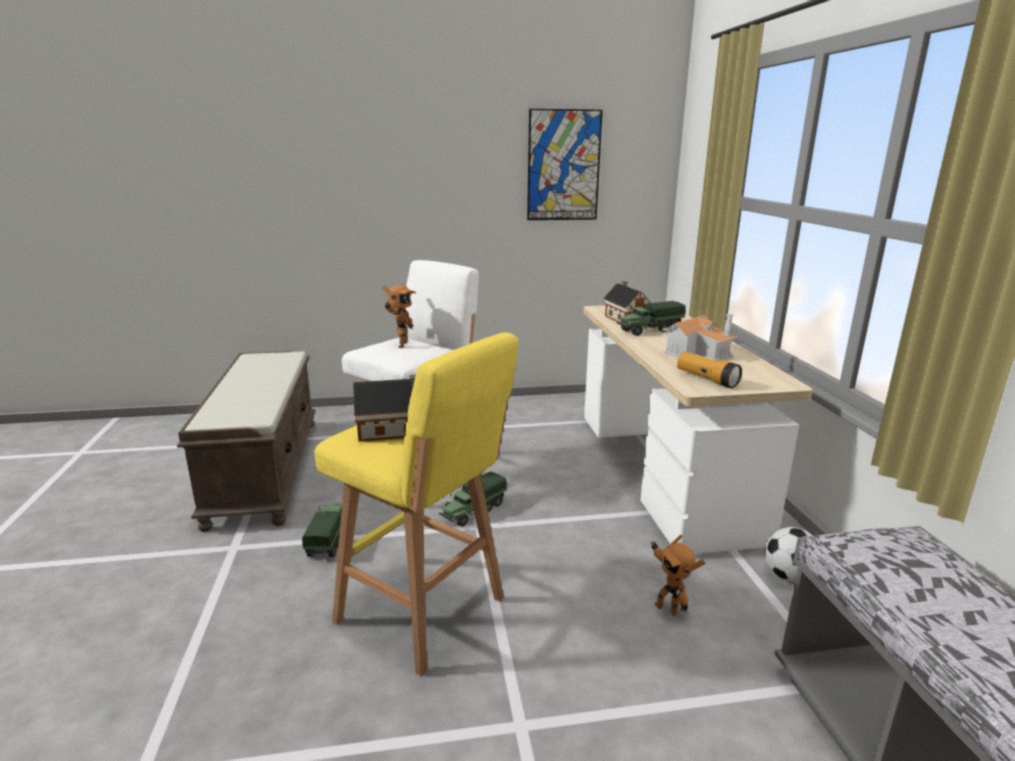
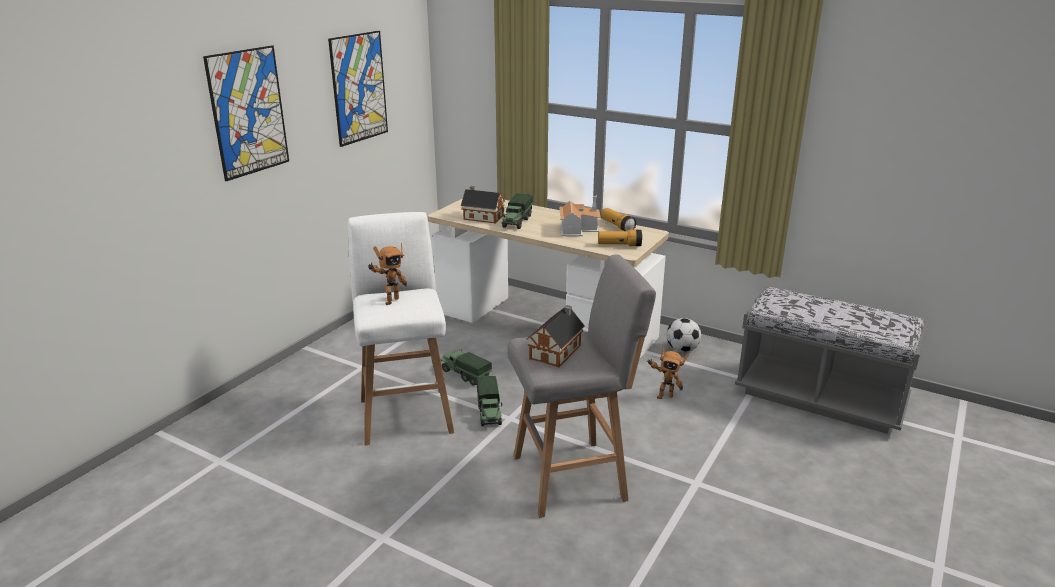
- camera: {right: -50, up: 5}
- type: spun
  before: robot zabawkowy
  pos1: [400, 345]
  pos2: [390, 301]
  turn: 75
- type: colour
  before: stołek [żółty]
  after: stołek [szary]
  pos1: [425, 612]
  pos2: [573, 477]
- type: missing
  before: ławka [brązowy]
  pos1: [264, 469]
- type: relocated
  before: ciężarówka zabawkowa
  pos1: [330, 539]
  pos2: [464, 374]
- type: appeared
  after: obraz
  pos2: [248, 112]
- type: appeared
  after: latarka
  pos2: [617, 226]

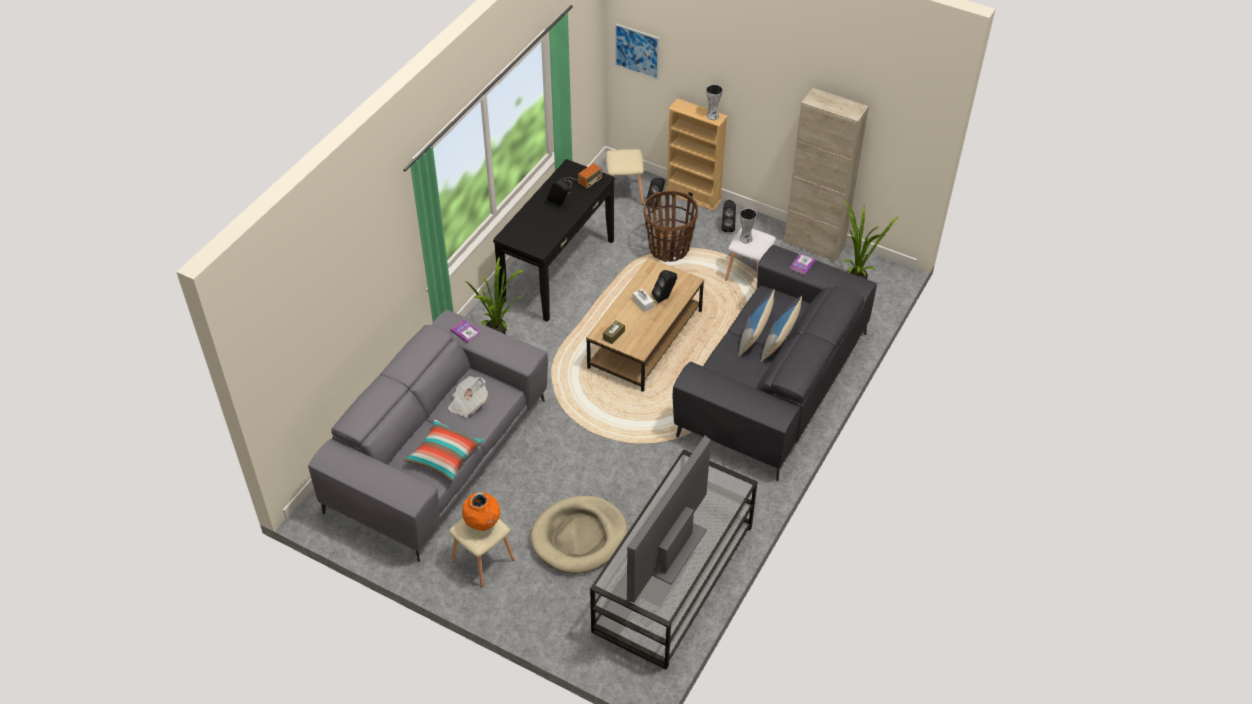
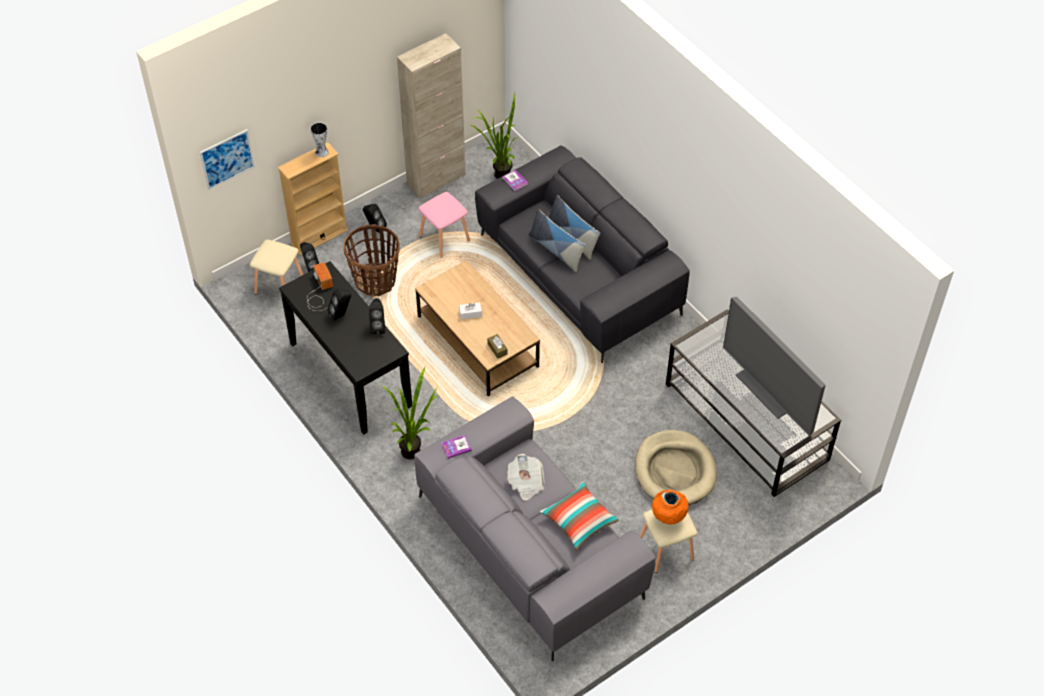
- camera: {right: -65, up: 5}
- type: missing
  before: wazon
  pos1: [745, 239]
- type: colour
  before: stołek [biały]
  after: stołek [różowy]
  pos1: [749, 275]
  pos2: [445, 239]
- type: relocated
  before: głośnik [czarny]
  pos1: [664, 298]
  pos2: [378, 326]

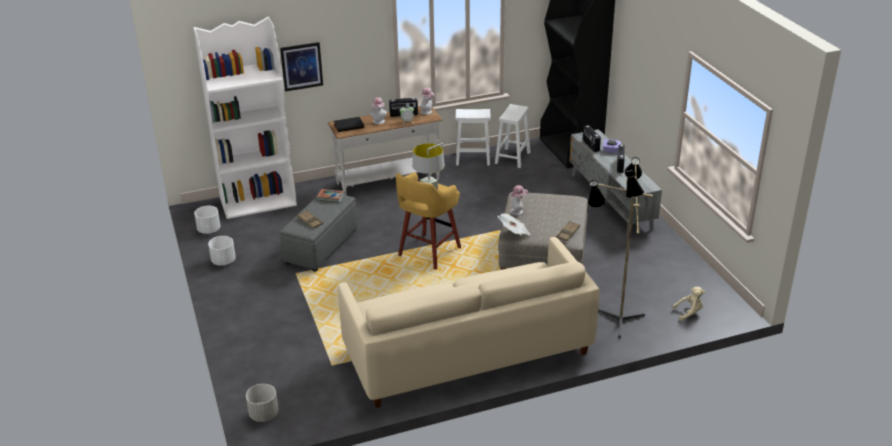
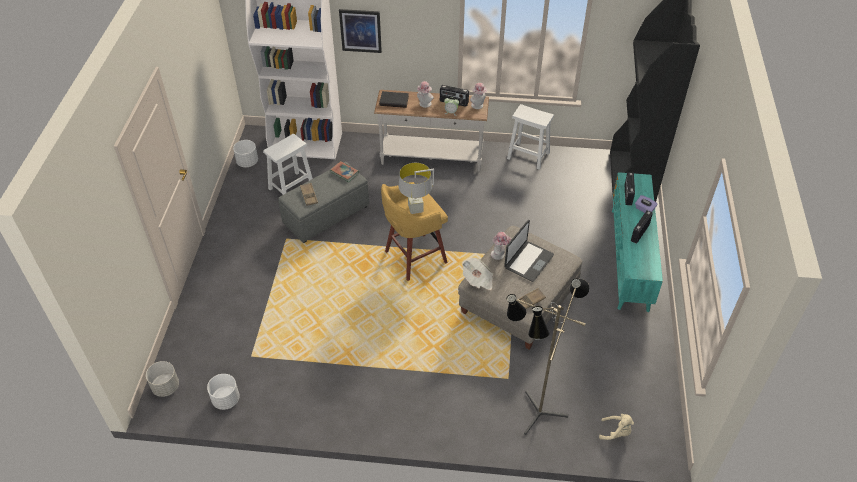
- camera: {right: 25, up: 15}
- type: relocated
  before: stołek [biały]
  pos1: [512, 157]
  pos2: [292, 187]
- type: colour
  before: szafka pod telewizor [szary]
  after: szafka pod telewizor [turkusowy]
  pos1: [611, 202]
  pos2: [630, 259]
- type: relocated
  before: donica [biały]
  pos1: [223, 261]
  pos2: [226, 399]
- type: missing
  before: kanapa [beżowy]
  pos1: [467, 351]
- type: appeared
  after: laptop
  pos2: [528, 261]

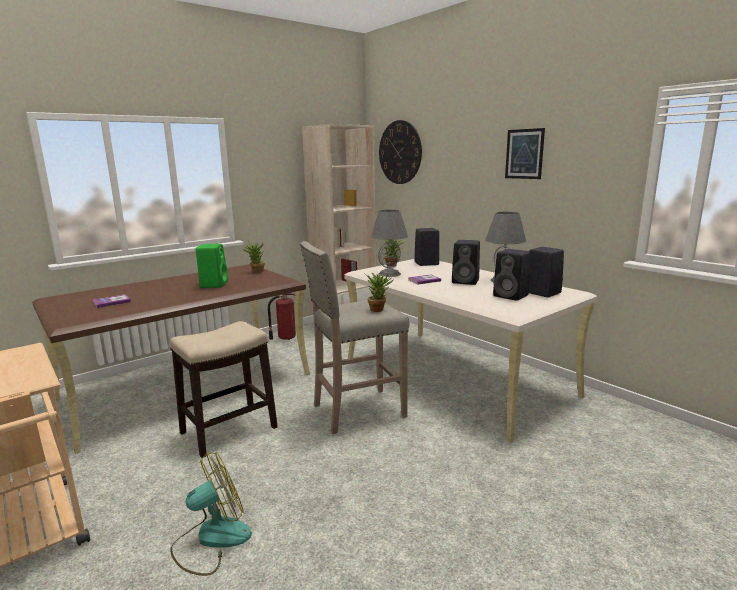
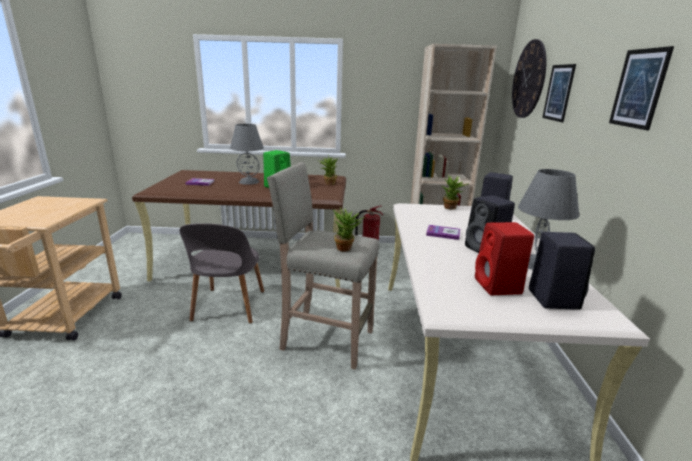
- camera: {right: 40, up: 5}
- type: relocated
  before: lampa stołowa [szary]
  pos1: [389, 274]
  pos2: [249, 181]
- type: colour
  before: głośnik [czarny]
  after: głośnik [czerwony]
  pos1: [512, 296]
  pos2: [498, 287]
- type: exchanged
  before: stołek
  after: krzesło [szary]
  pos1: [228, 430]
  pos2: [228, 307]
- type: missing
  before: wentylator
  pos1: [211, 539]
- type: appeared
  after: obraz
  pos2: [558, 93]

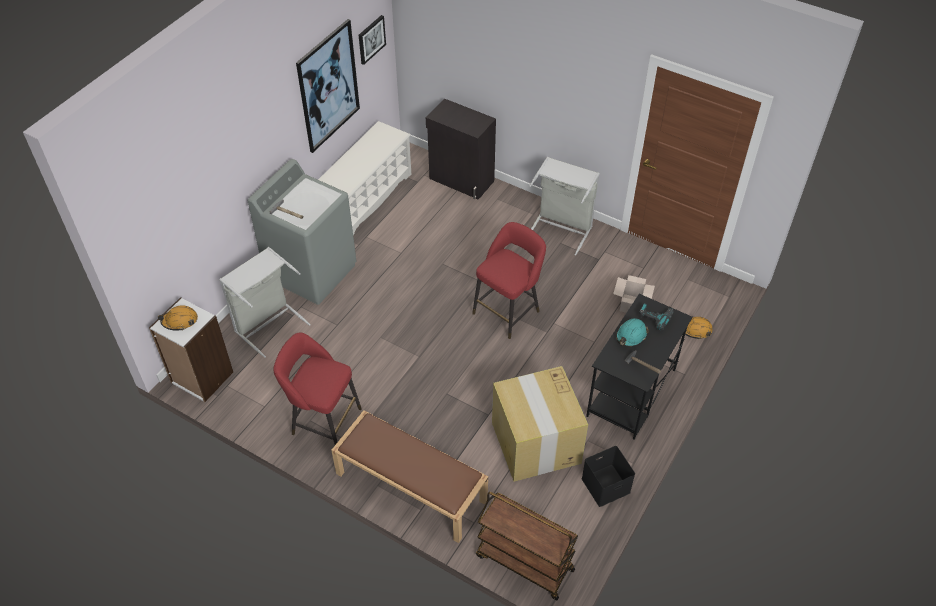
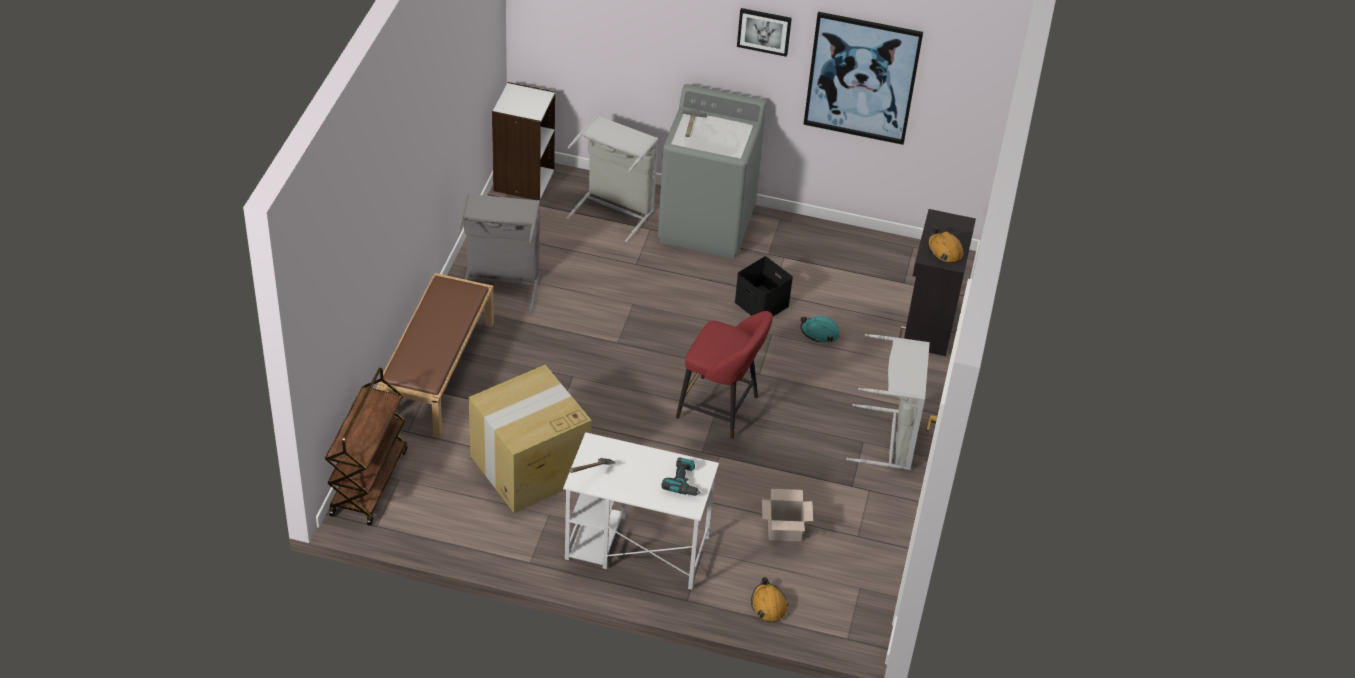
- camera: {right: 70, up: -5}
- type: relocated
  before: obraz
  pos1: [371, 39]
  pos2: [764, 31]
- type: missing
  before: regał na buty [biały]
  pos1: [365, 199]
- type: colour
  before: biurko [czarny]
  after: biurko [biały]
  pos1: [631, 393]
  pos2: [636, 548]
- type: relocated
  before: kask [pomarańczowy]
  pos1: [180, 321]
  pos2: [944, 250]
- type: relocated
  before: kask [turkusowy]
  pos1: [631, 336]
  pos2: [819, 333]
- type: exchanged
  before: stołek [czerwony]
  after: kosz na pranie [szary]
  pos1: [323, 420]
  pos2: [501, 284]
- type: relocated
  before: pojemnik do przechowywania [czarny]
  pos1: [606, 484]
  pos2: [763, 304]

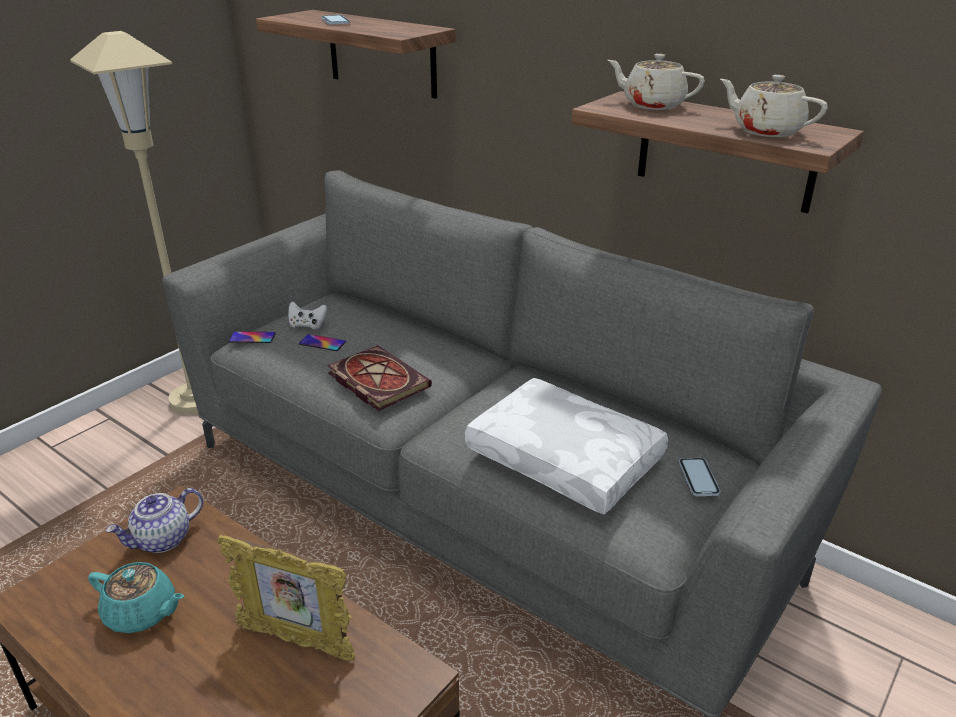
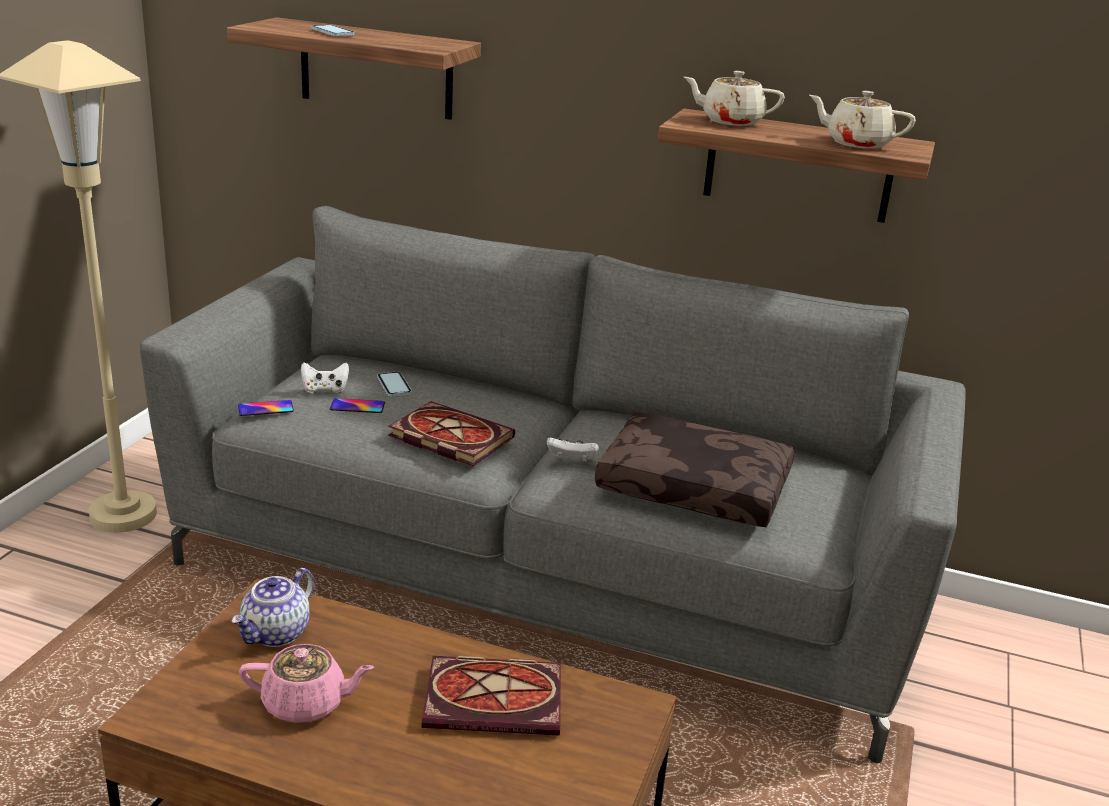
- camera: {right: -20, up: -5}
- type: colour
  before: poduszka [biały]
  after: poduszka [brązowy]
  pos1: [567, 458]
  pos2: [695, 487]
- type: relocated
  before: telefon
  pos1: [698, 478]
  pos2: [394, 386]
- type: exchanged
  before: ramka na zdjęcie
  after: książka
  pos1: [296, 641]
  pos2: [497, 699]
- type: colour
  before: imbryk [turkusowy]
  after: imbryk [różowy]
  pos1: [142, 613]
  pos2: [306, 704]
- type: appeared
  after: pad do gier [biały]
  pos2: [572, 461]

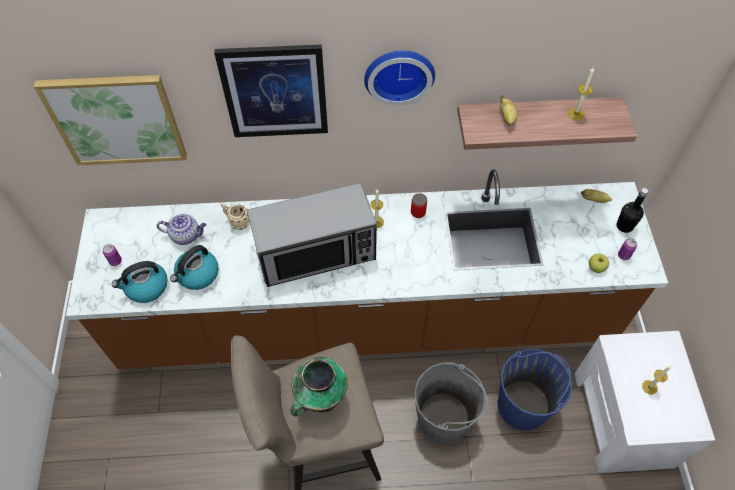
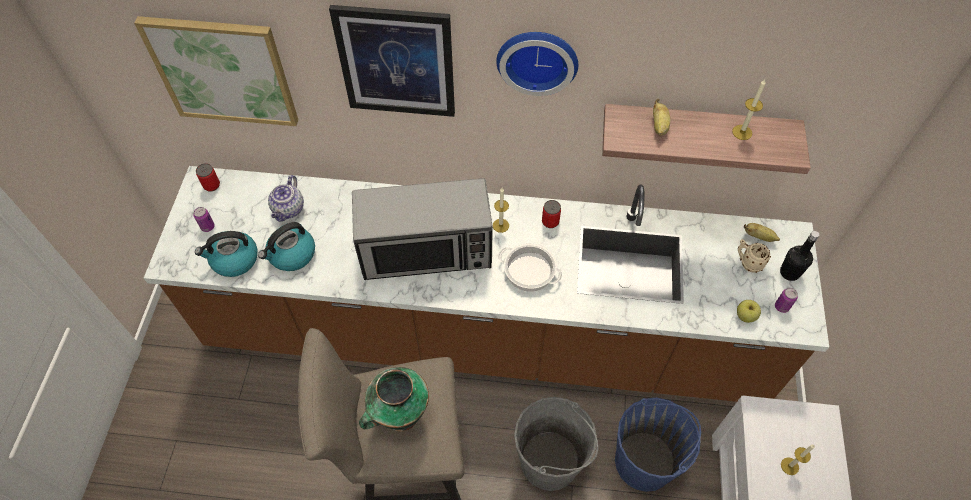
- camera: {right: 10, up: 0}
- type: relocated
  before: kubek [beżowy]
  pos1: [237, 222]
  pos2: [747, 263]
- type: spun
  before: imbryk
  pos1: [186, 235]
  pos2: [289, 210]
  turn: 90
- type: appeared
  after: puszka
  pos2: [211, 185]
- type: appeared
  after: garnek
  pos2: [530, 270]

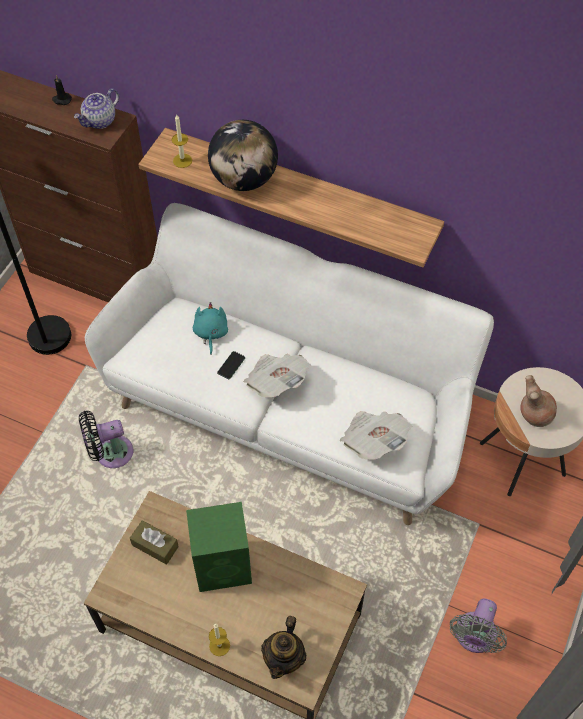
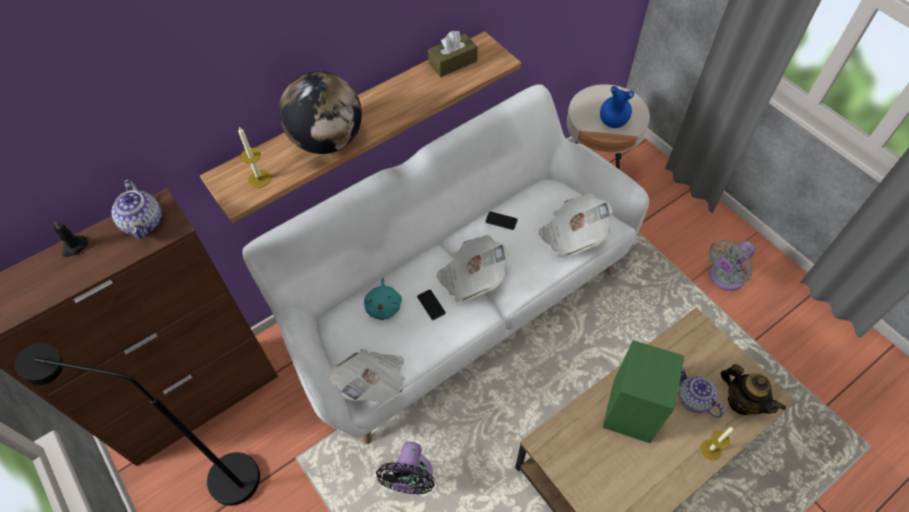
- camera: {right: -60, up: 0}
- type: spun
  before: pluszak [turkusowy]
  pos1: [210, 333]
  pos2: [384, 306]
  turn: -120
- type: colour
  before: wazon [brązowy]
  after: wazon [niebieski]
  pos1: [534, 414]
  pos2: [612, 121]
- type: relocated
  before: pudełko chusteczek [brązowy]
  pos1: [155, 545]
  pos2: [453, 62]
- type: spun
  before: wentylator [szary]
  pos1: [474, 637]
  pos2: [724, 278]
  turn: 90
- type: appeared
  after: telefon
  pos2: [501, 221]
- type: appeared
  after: gazeta
  pos2: [374, 382]
- type: appeared
  after: imbryk
  pos2: [693, 399]

